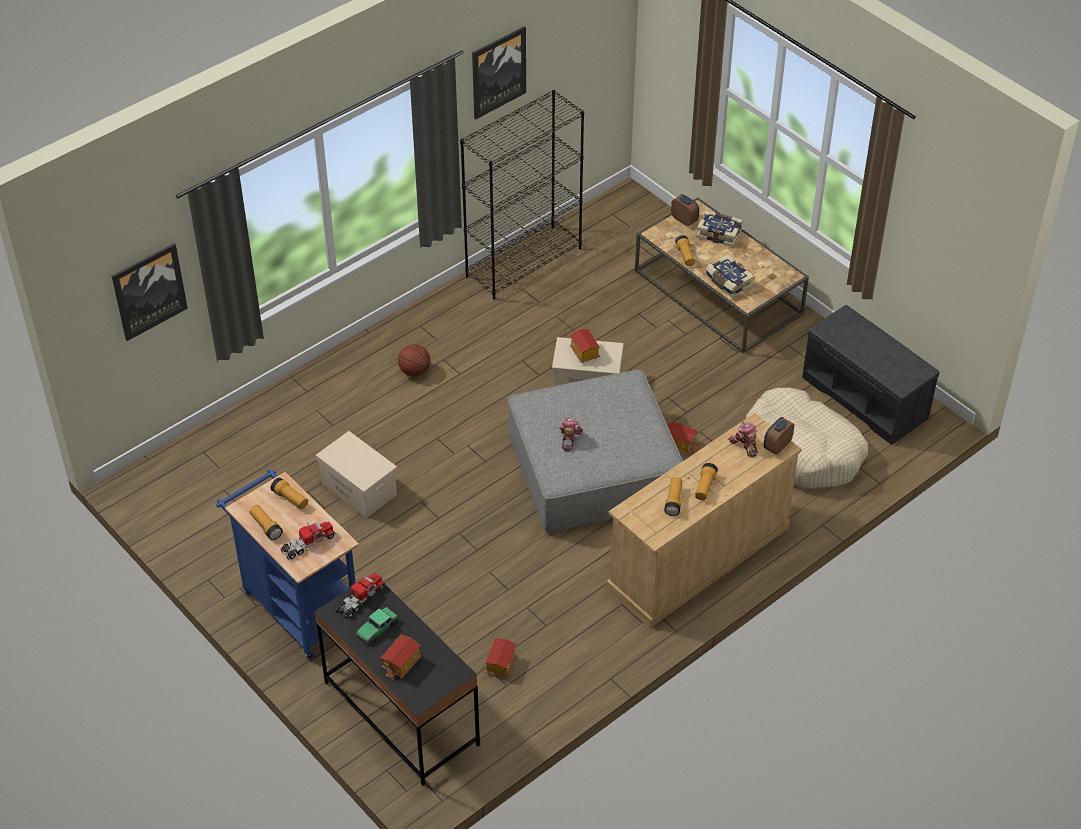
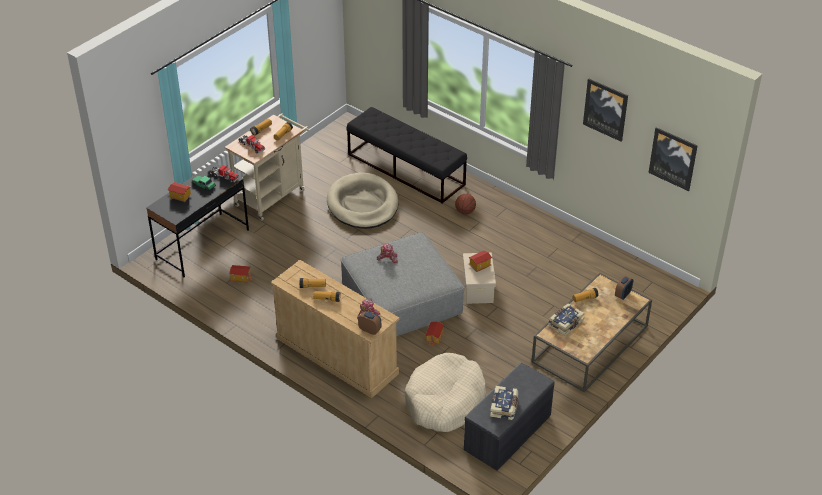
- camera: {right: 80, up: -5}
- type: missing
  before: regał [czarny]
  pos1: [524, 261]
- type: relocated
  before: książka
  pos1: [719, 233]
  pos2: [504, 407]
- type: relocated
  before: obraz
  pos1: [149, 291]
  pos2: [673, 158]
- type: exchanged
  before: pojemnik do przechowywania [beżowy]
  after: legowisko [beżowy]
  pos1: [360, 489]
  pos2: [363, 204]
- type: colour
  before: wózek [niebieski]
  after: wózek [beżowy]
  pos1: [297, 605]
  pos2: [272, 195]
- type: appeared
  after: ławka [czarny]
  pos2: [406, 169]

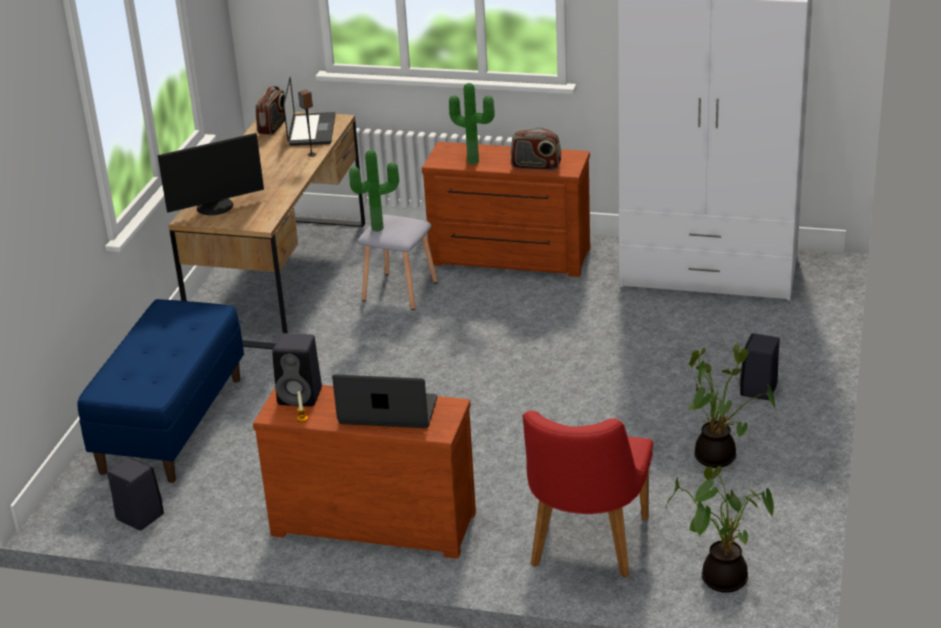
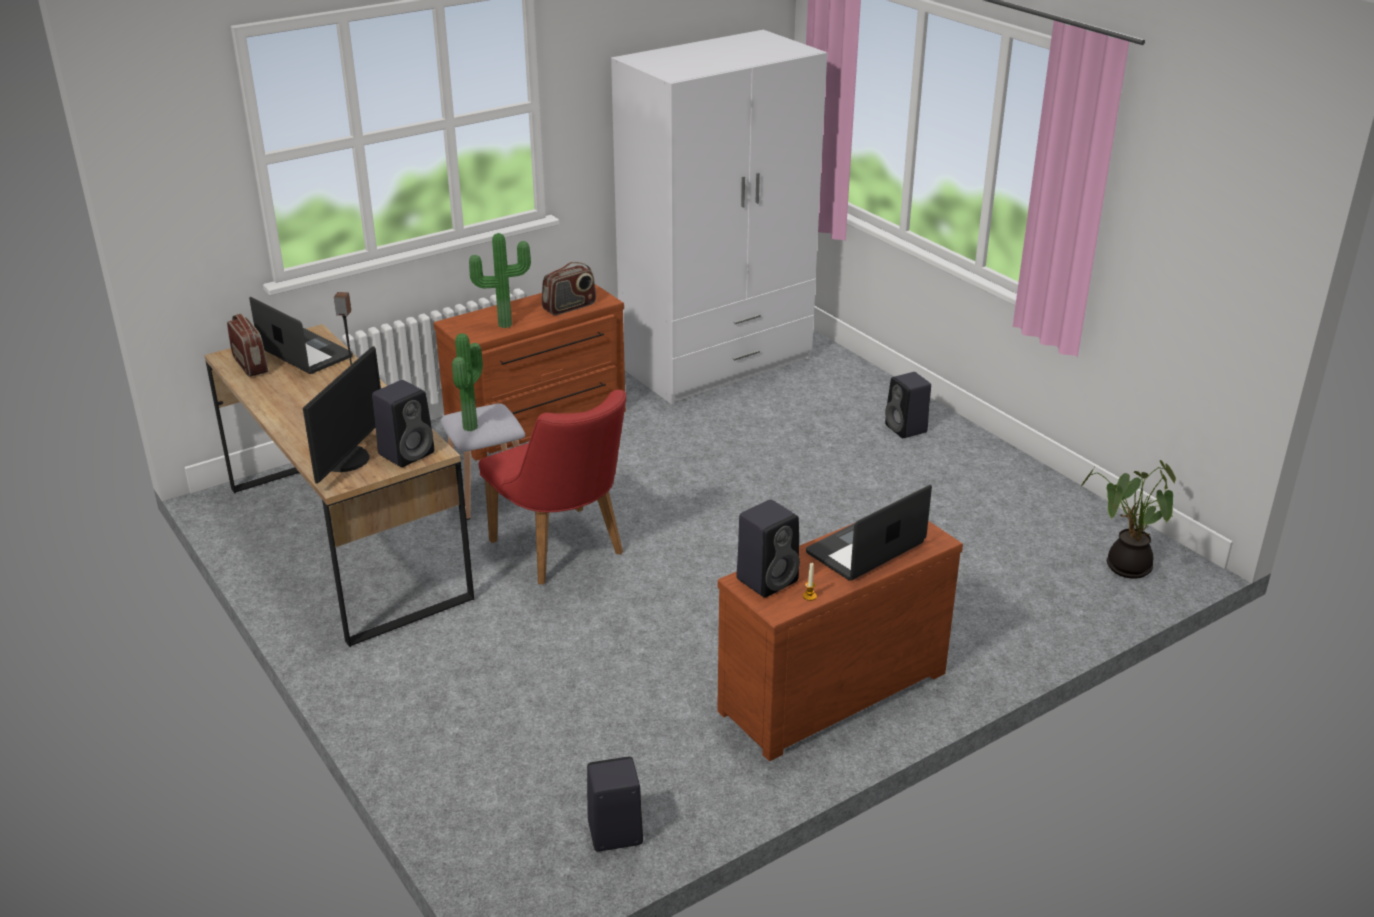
- camera: {right: -50, up: 0}
- type: missing
  before: ławka [niebieski]
  pos1: [171, 424]
- type: missing
  before: roślina doniczkowa
  pos1: [719, 457]
- type: relocated
  before: krzesło [czerwony]
  pos1: [585, 549]
  pos2: [564, 552]
- type: appeared
  after: głośnik [czarny]
  pos2: [407, 453]

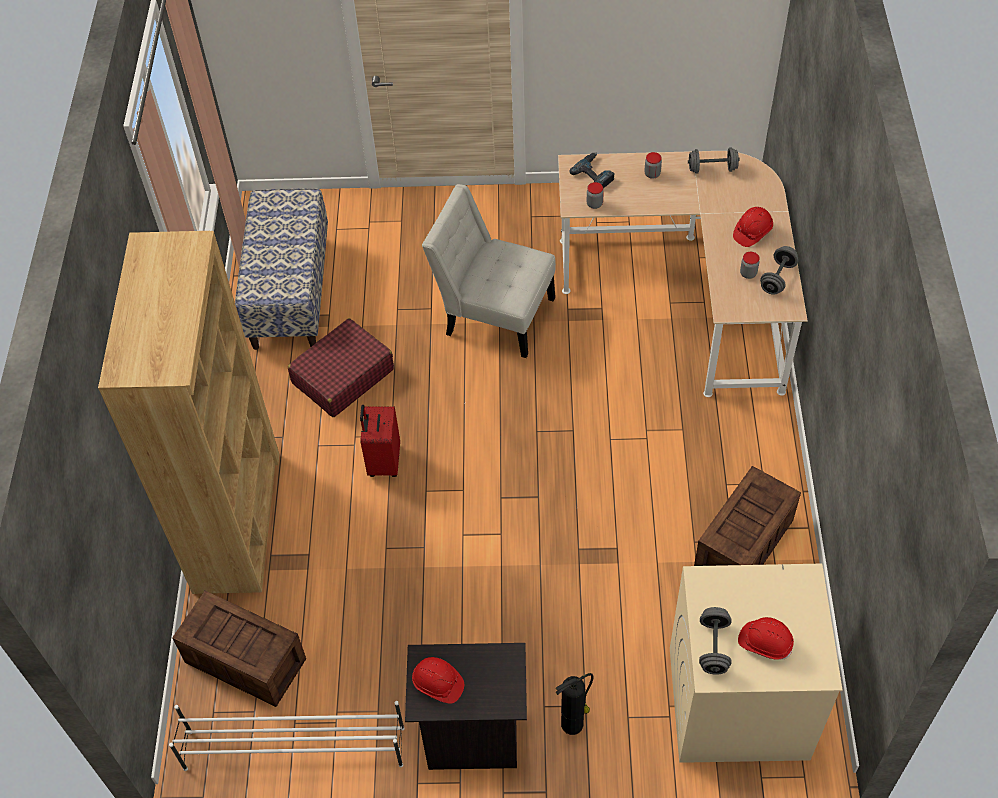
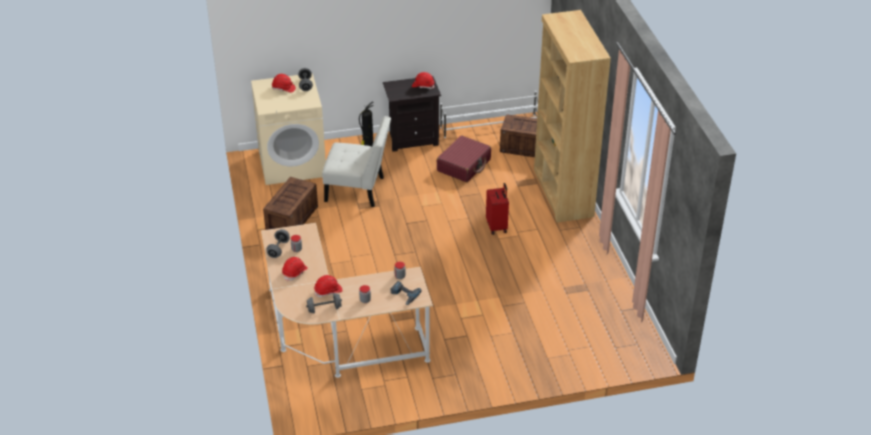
- camera: {right: 165, up: -15}
- type: relocated
  before: krzesło [biały]
  pos1: [494, 314]
  pos2: [358, 190]
- type: missing
  before: ławka
  pos1: [289, 292]
- type: relocated
  before: walizka [czerwony]
  pos1: [342, 376]
  pos2: [464, 165]
- type: appeared
  after: kask [czerwony]
  pos2: [328, 291]

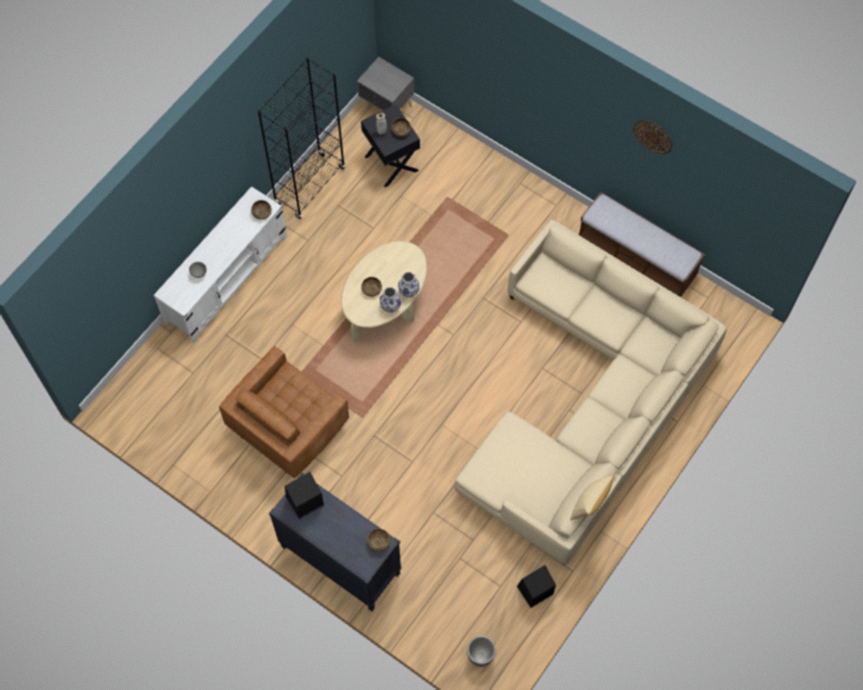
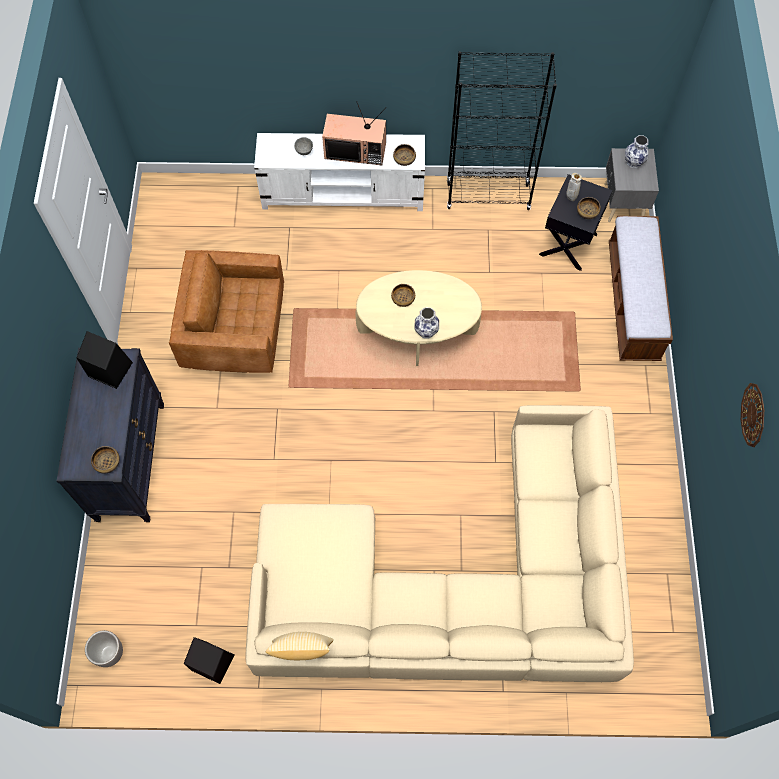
- camera: {right: 55, up: 0}
- type: relocated
  before: ławka
  pos1: [637, 257]
  pos2: [632, 302]
- type: relocated
  before: wazon
  pos1: [390, 307]
  pos2: [633, 162]
- type: appeared
  after: telewizor
  pos2: [356, 150]

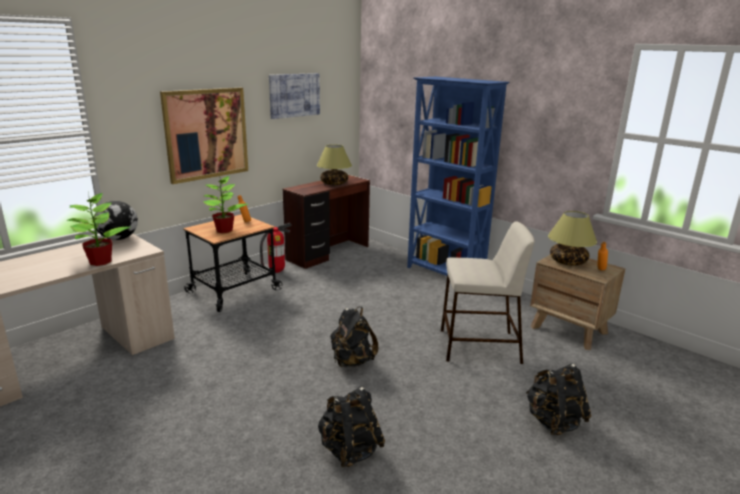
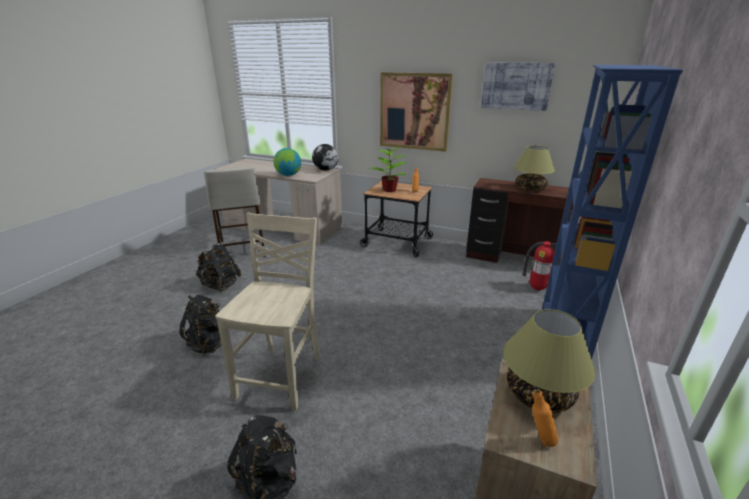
- camera: {right: 70, up: 5}
- type: exchanged
  before: roślina doniczkowa
  after: globus
  pos1: [101, 261]
  pos2: [288, 175]
- type: relocated
  before: stołek [beżowy]
  pos1: [478, 346]
  pos2: [242, 248]
- type: relocated
  before: gaśnica
  pos1: [277, 271]
  pos2: [537, 288]
- type: relocated
  before: plecak [czarny]
  pos1: [352, 361]
  pos2: [220, 285]
- type: appeared
  after: krzesło [beżowy]
  pos2: [282, 376]

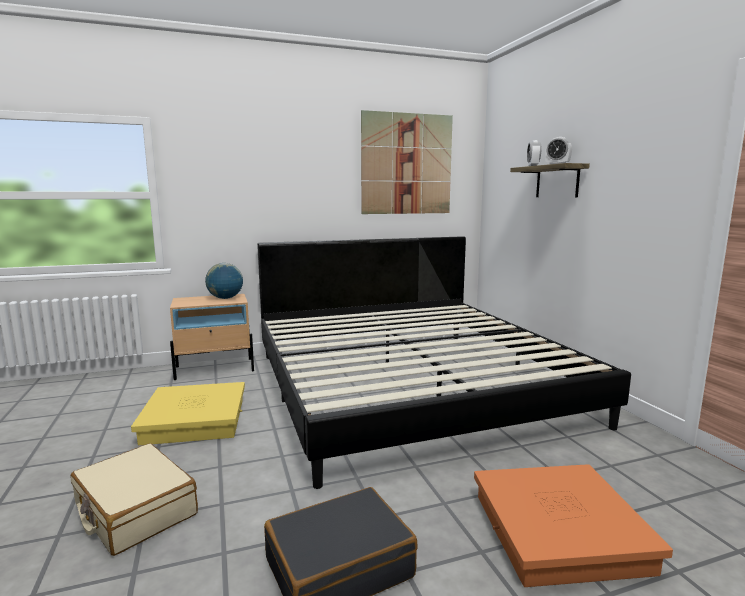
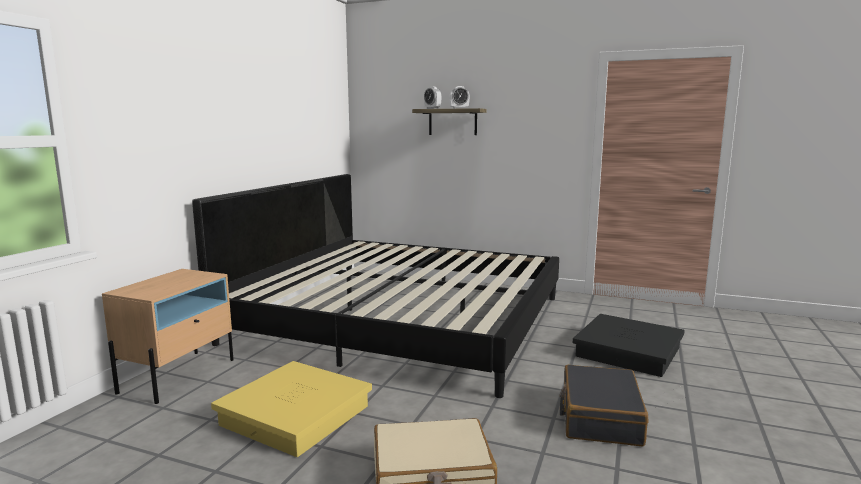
- camera: {right: -50, up: 0}
- type: missing
  before: obraz
  pos1: [407, 164]
- type: missing
  before: globus
  pos1: [225, 298]
- type: colour
  before: pojemnik do przechowywania [pomarańczowy]
  after: pojemnik do przechowywania [czarny]
  pos1: [559, 532]
  pos2: [629, 352]

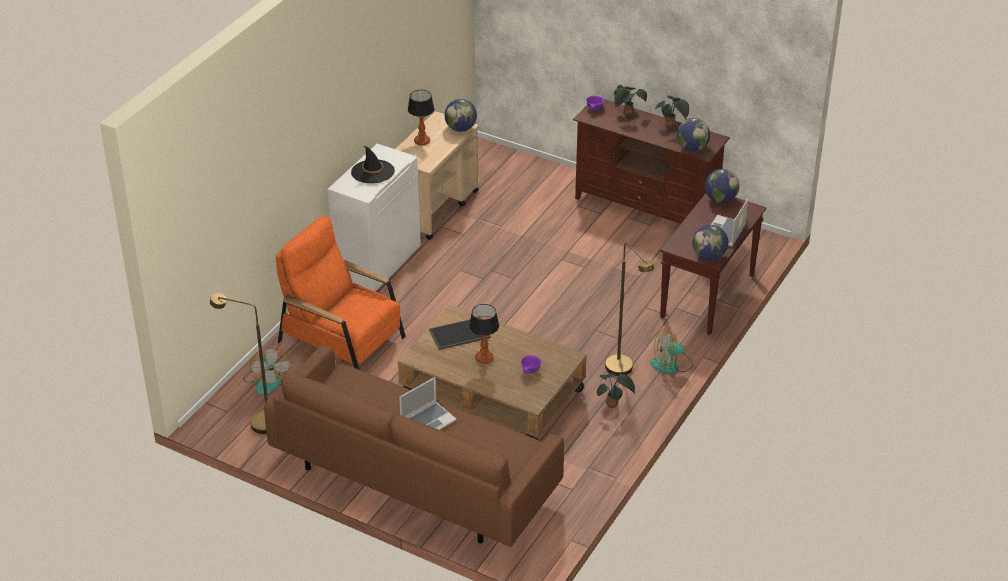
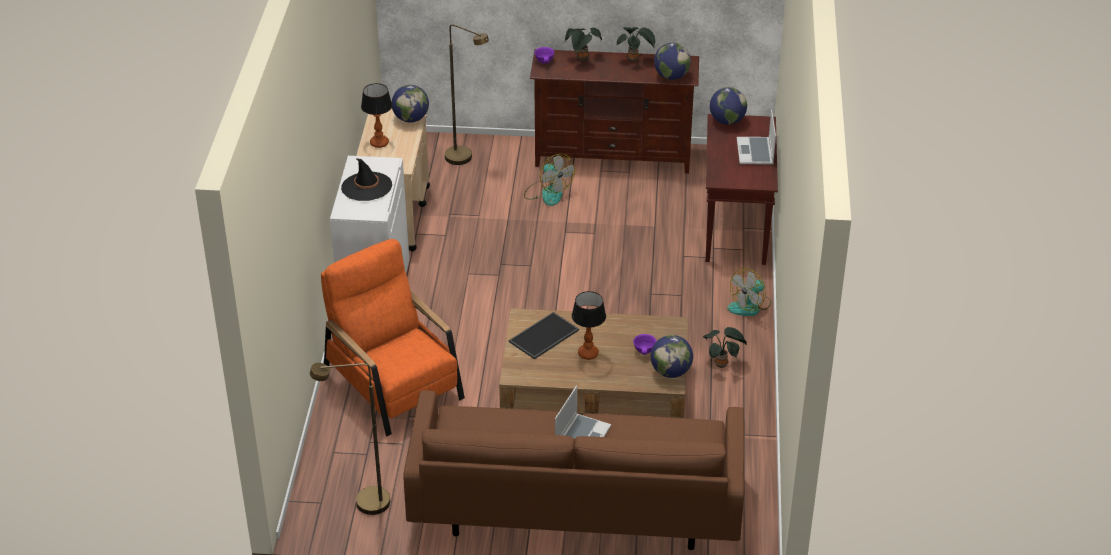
- camera: {right: -25, up: 0}
- type: spun
  before: fotel [pomarańczowy]
  pos1: [342, 339]
  pos2: [394, 384]
  turn: 45
- type: relocated
  before: globus
  pos1: [709, 256]
  pos2: [671, 372]
- type: relocated
  before: lampa stojąca [brązowy]
  pos1: [624, 371]
  pos2: [465, 159]
- type: relocated
  before: wentylator
  pos1: [267, 380]
  pos2: [547, 193]

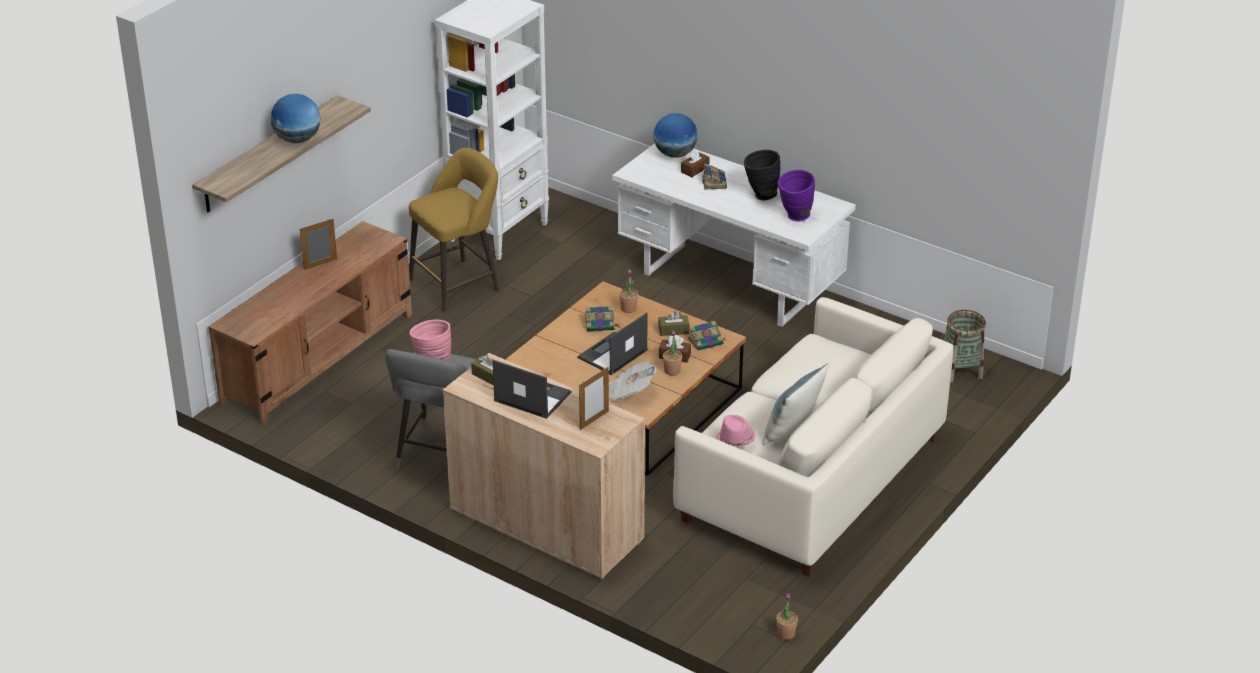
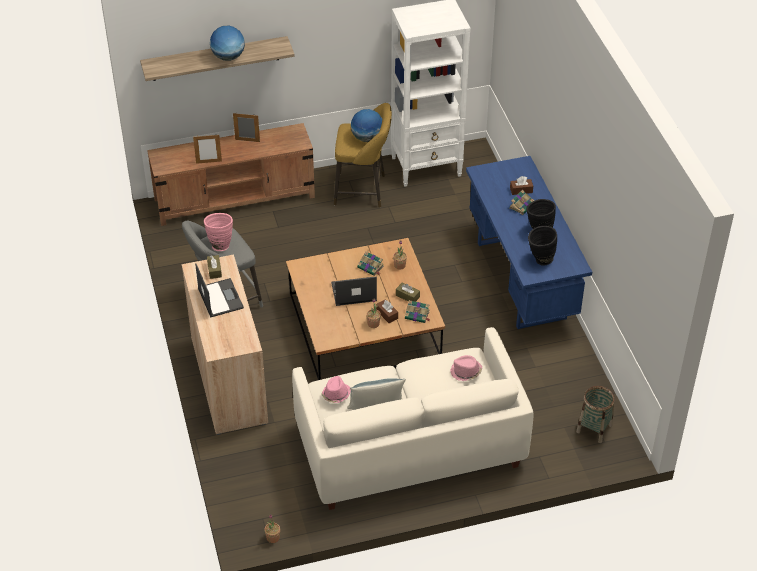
- camera: {right: 40, up: 10}
- type: relocated
  before: globus
  pos1: [675, 154]
  pos2: [367, 138]
- type: colour
  before: biurko [biały]
  after: biurko [niebieski]
  pos1: [731, 284]
  pos2: [522, 280]
- type: colour
  before: wazon [fioletowy]
  after: wazon [czarny]
  pos1: [794, 218]
  pos2: [539, 260]
- type: missing
  before: gazeta
  pos1: [629, 392]
- type: relocated
  before: ramka na zdjęcie
  pos1: [594, 420]
  pos2: [209, 162]
- type: appeared
  after: kapelusz [różowy]
  pos2: [465, 372]

